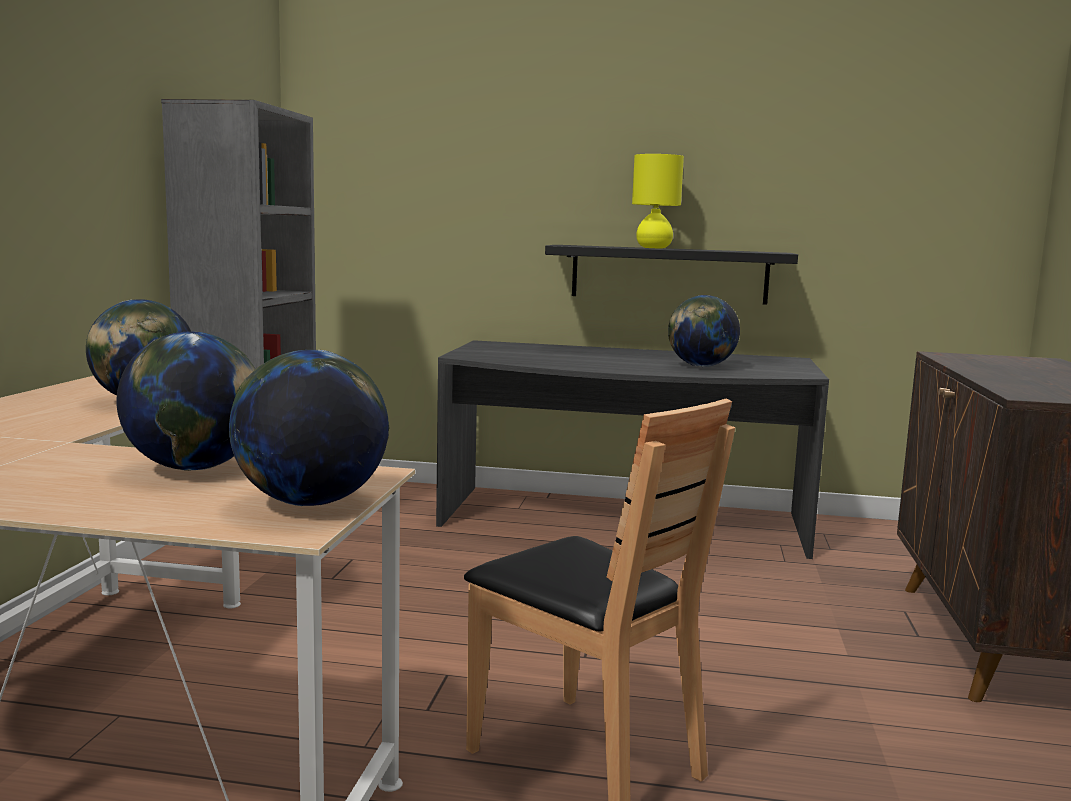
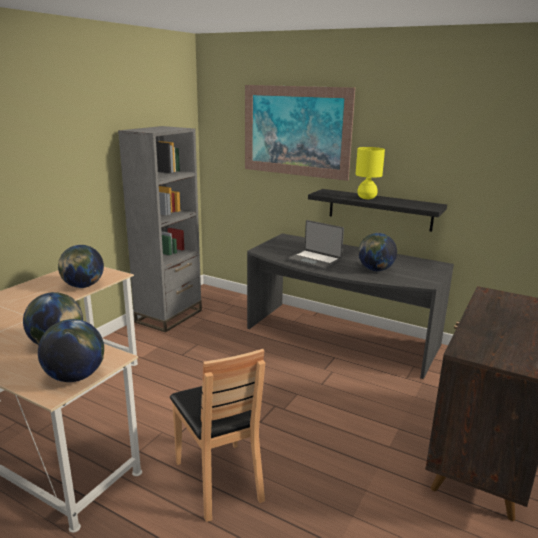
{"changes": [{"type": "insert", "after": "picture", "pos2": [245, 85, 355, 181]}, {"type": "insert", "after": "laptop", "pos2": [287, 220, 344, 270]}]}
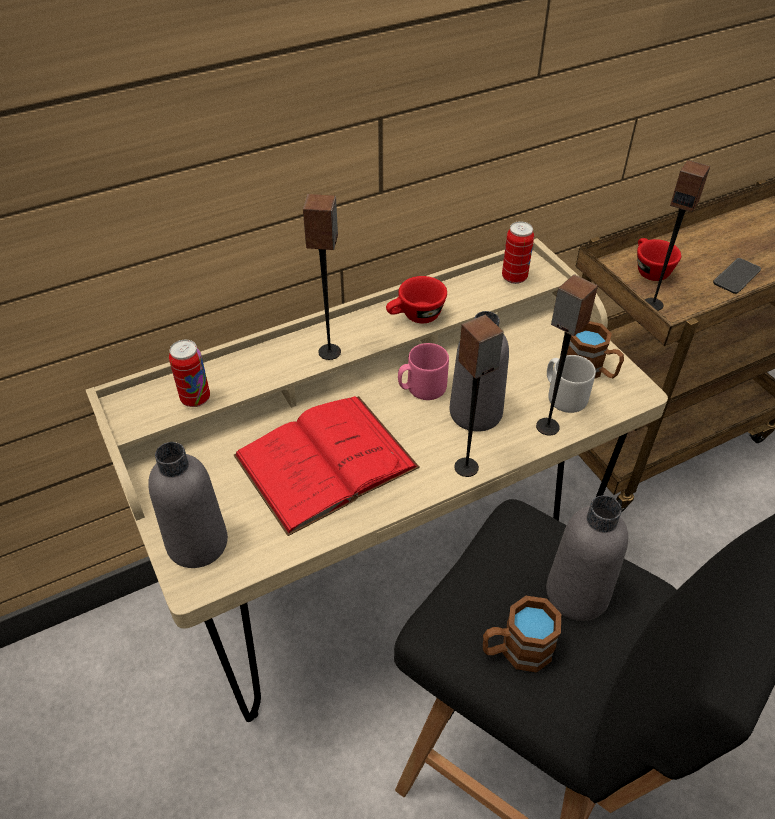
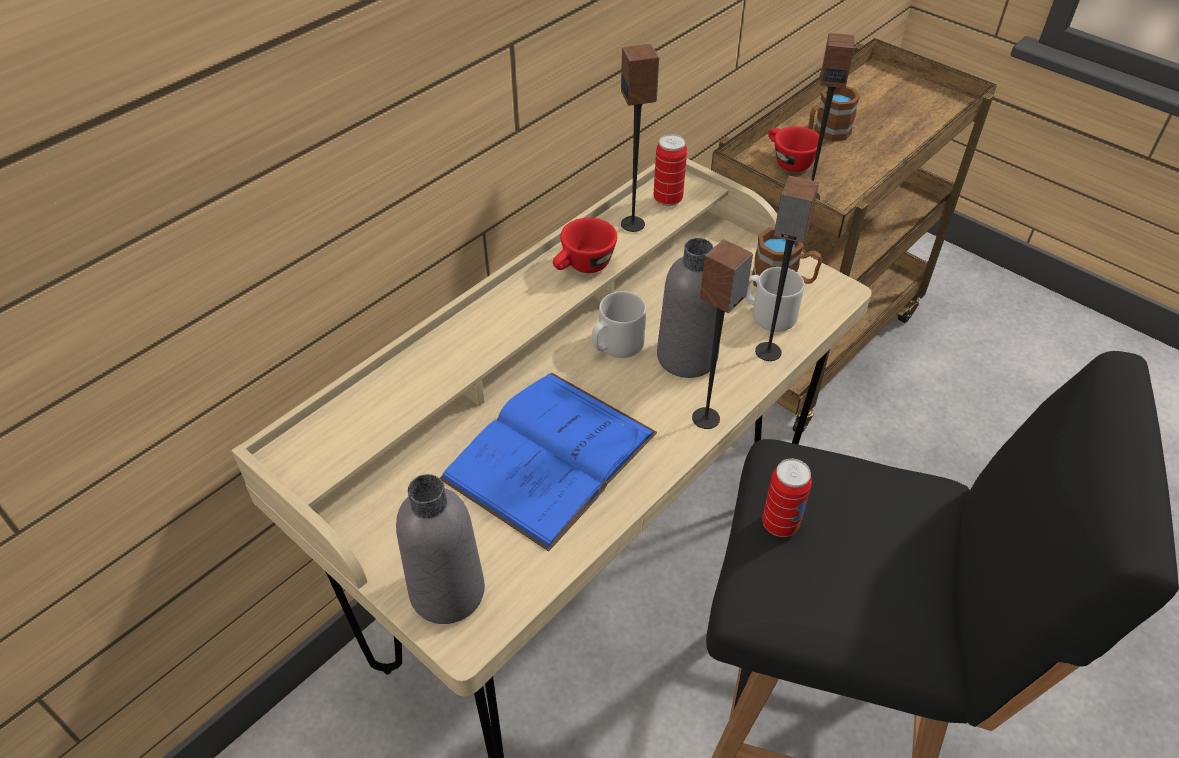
{"changes": [{"type": "move", "before": "sealed can", "pos1": [169, 340, 210, 407], "pos2": [762, 459, 812, 537]}, {"type": "recolor", "before": "red volume", "after": "bluish volume", "pos1": [234, 396, 420, 536], "pos2": [440, 373, 657, 552]}, {"type": "move", "before": "loudspeaker", "pos1": [303, 194, 341, 360], "pos2": [621, 44, 659, 232]}, {"type": "recolor", "before": "pink coffee mug", "after": "grey coffee mug", "pos1": [398, 343, 449, 400], "pos2": [592, 291, 646, 358]}, {"type": "move", "before": "brown-coloured coffee mug", "pos1": [483, 596, 561, 672], "pos2": [808, 86, 860, 142]}, {"type": "delete", "before": "grey drink bottle", "pos1": [546, 495, 628, 621]}, {"type": "delete", "before": "phone", "pos1": [713, 258, 761, 294]}]}
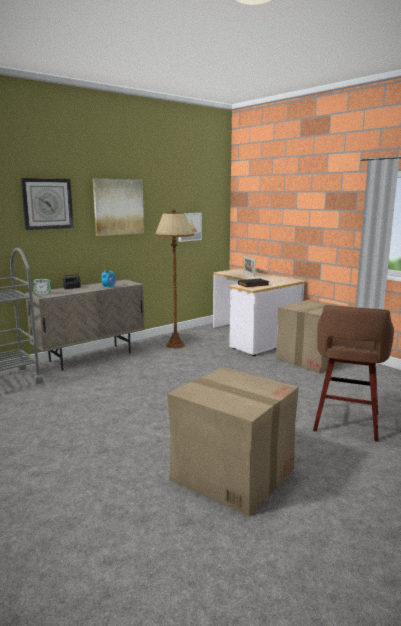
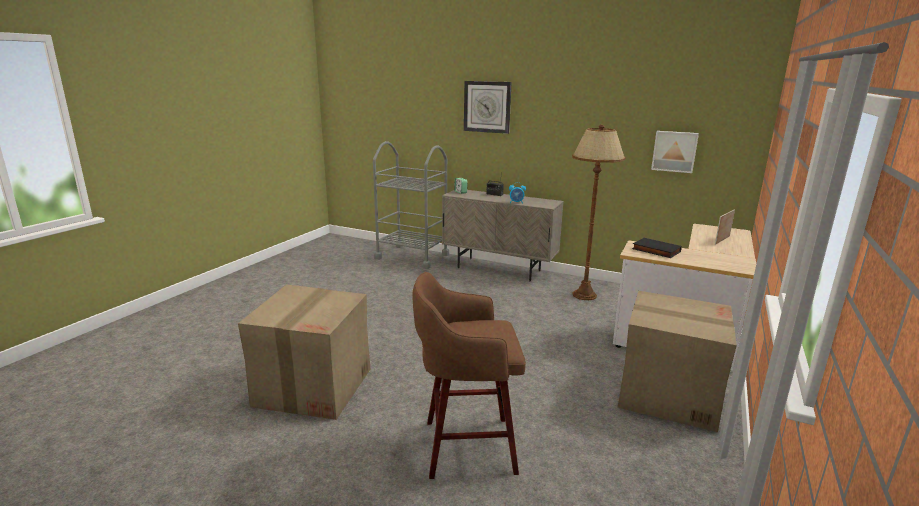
{"changes": [{"type": "delete", "before": "picture", "pos1": [93, 179, 144, 236]}]}
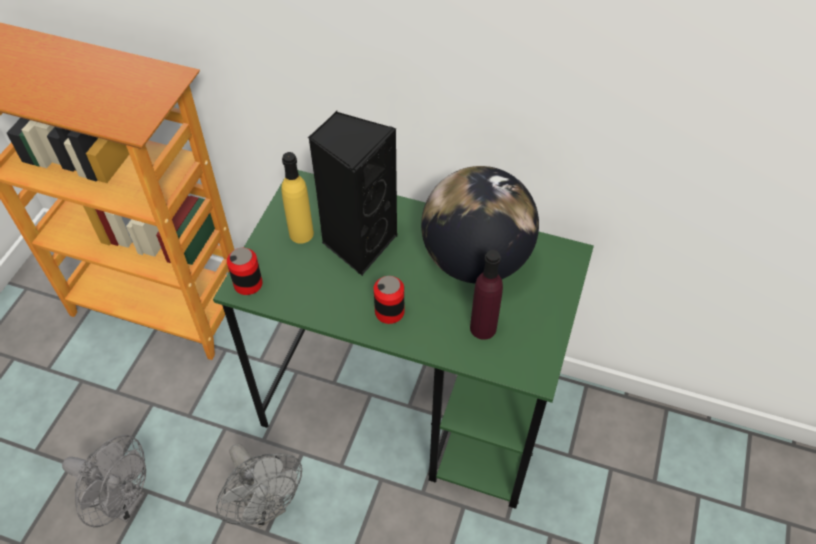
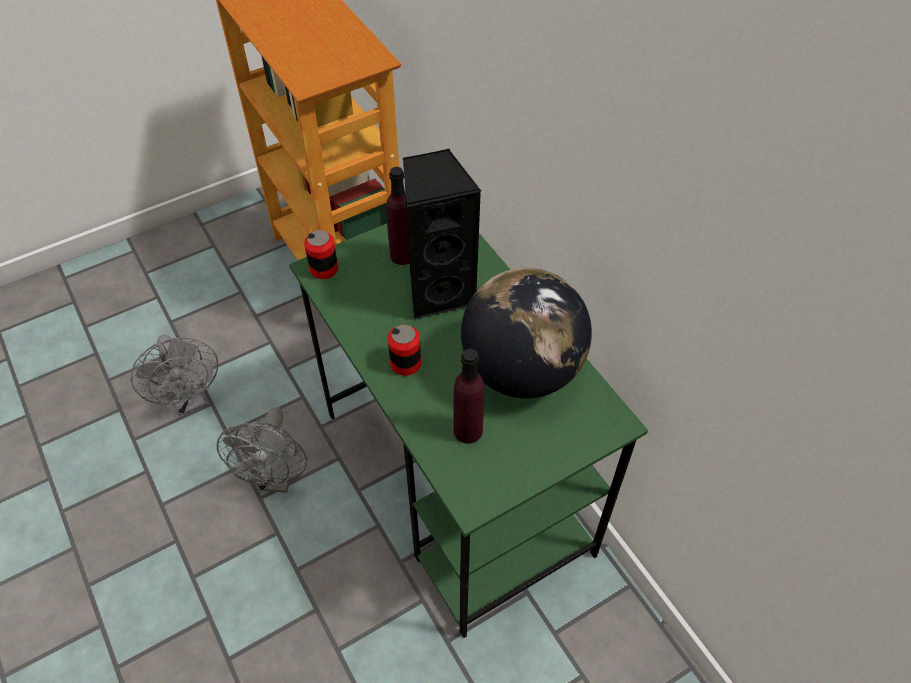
{"changes": [{"type": "recolor", "before": "yellow-coloured drink bottle", "after": "purplish drink bottle", "pos1": [281, 152, 314, 244], "pos2": [386, 167, 410, 265]}]}
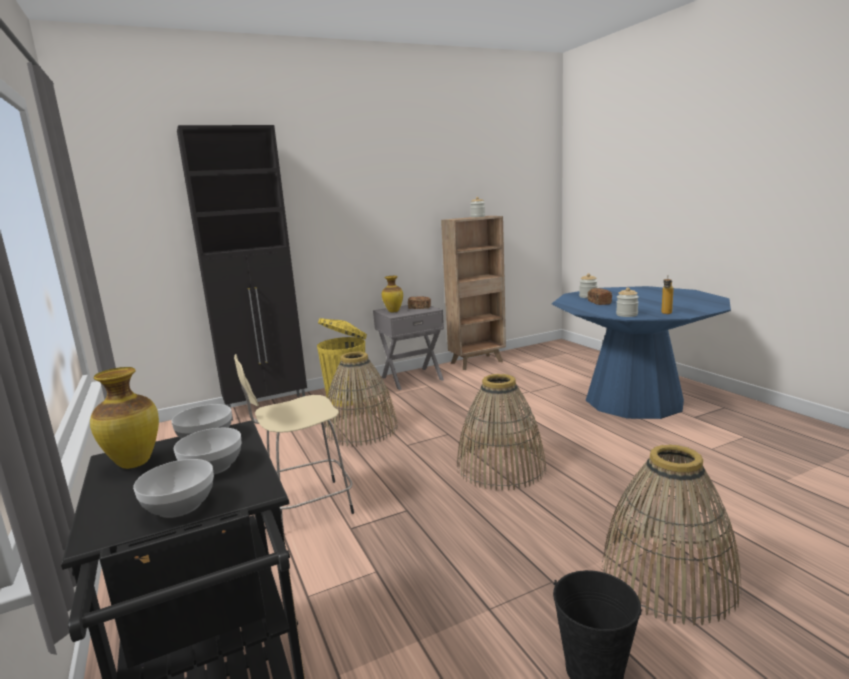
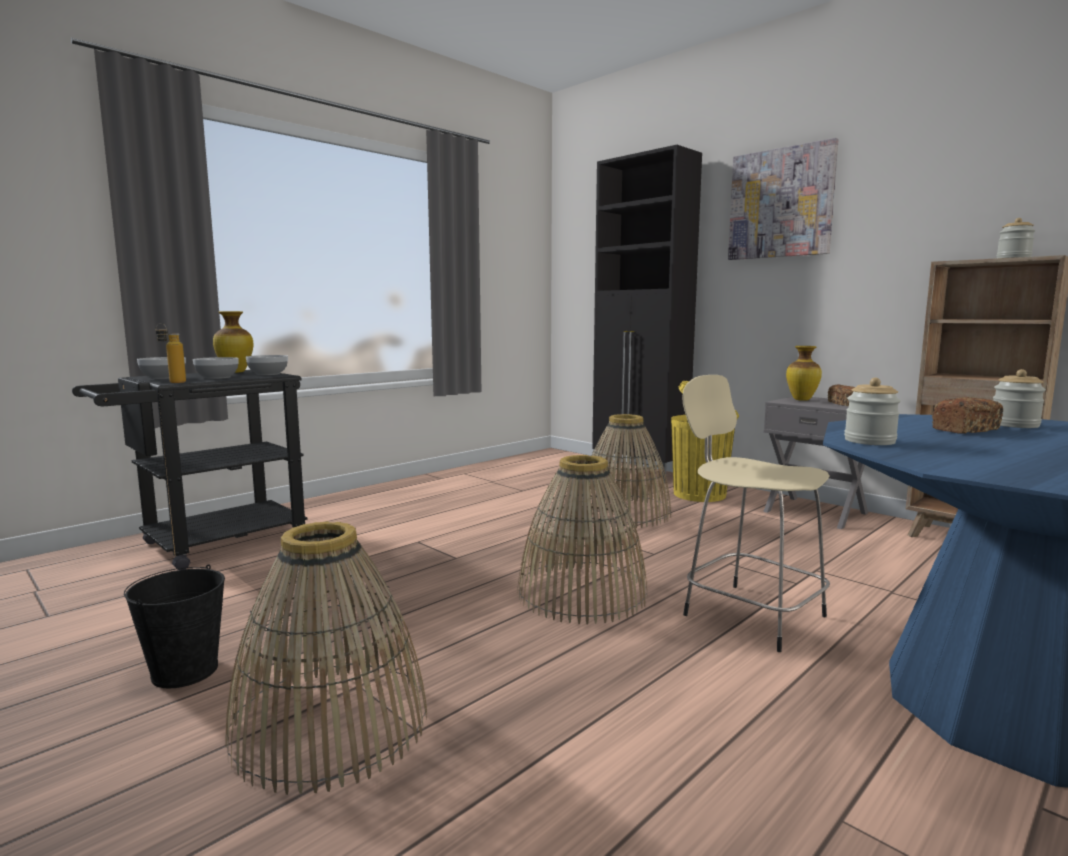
{"changes": [{"type": "move", "before": "beige-coloured sitting stool", "pos1": [234, 354, 354, 533], "pos2": [682, 375, 830, 652]}, {"type": "move", "before": "drink bottle", "pos1": [661, 275, 674, 314], "pos2": [155, 323, 186, 383]}, {"type": "insert", "after": "picture", "pos2": [728, 138, 839, 260]}]}
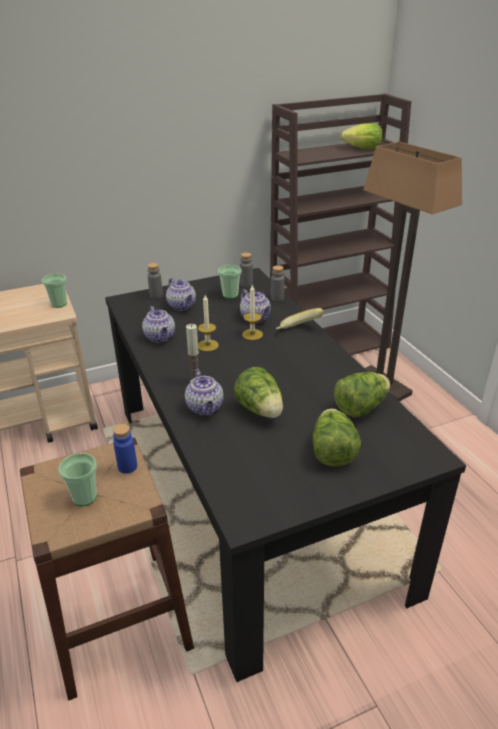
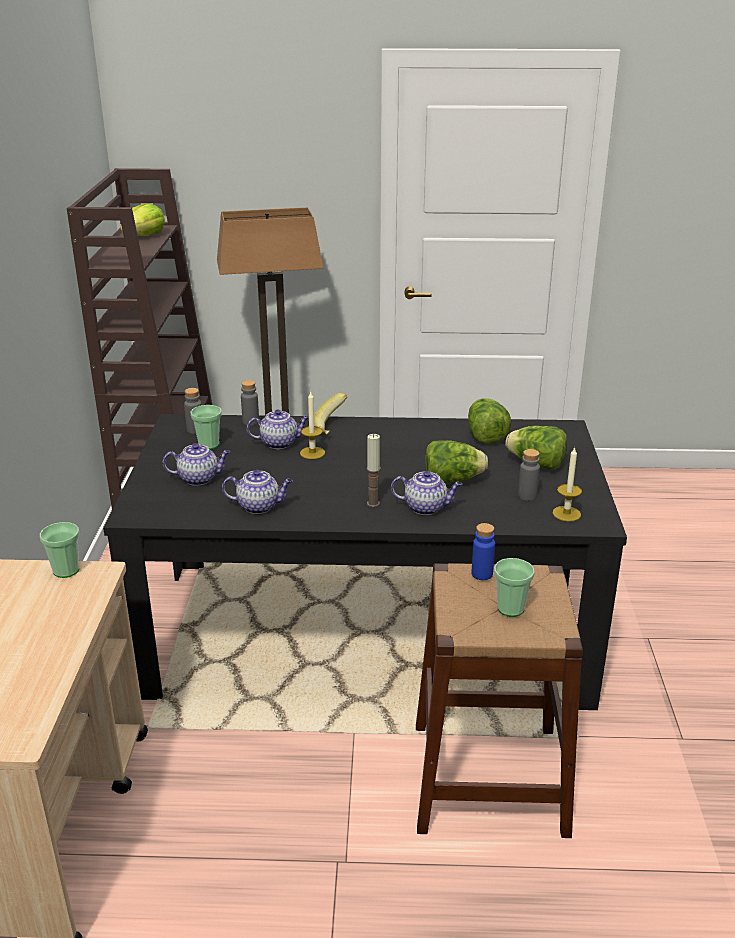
{"changes": [{"type": "move", "before": "grey drink bottle", "pos1": [148, 263, 163, 299], "pos2": [518, 449, 540, 501]}, {"type": "move", "before": "wax light", "pos1": [198, 295, 219, 351], "pos2": [553, 447, 582, 521]}]}
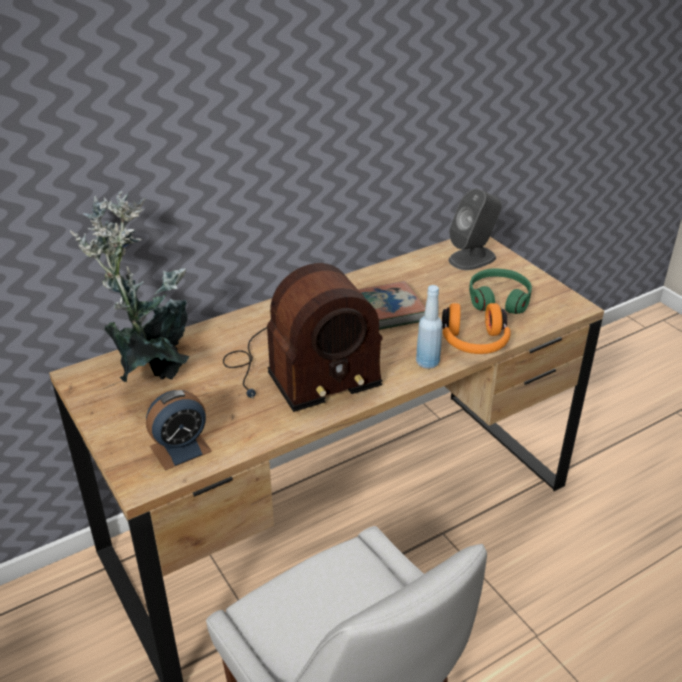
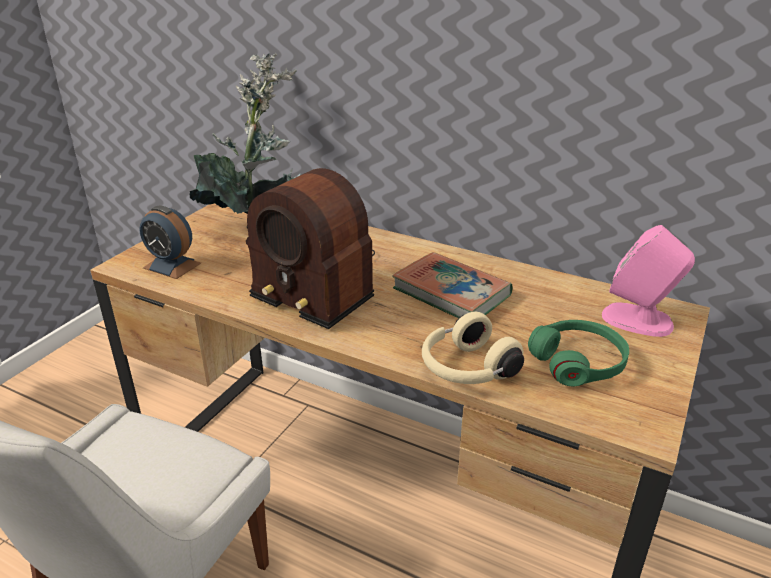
{"changes": [{"type": "delete", "before": "bluish drink bottle", "pos1": [416, 285, 443, 369]}, {"type": "recolor", "before": "orange-coloured headphones", "after": "beige-coloured headphones", "pos1": [442, 303, 511, 354], "pos2": [422, 312, 524, 384]}, {"type": "recolor", "before": "grey loudspeaker", "after": "pink loudspeaker", "pos1": [448, 189, 502, 270], "pos2": [602, 225, 695, 337]}]}
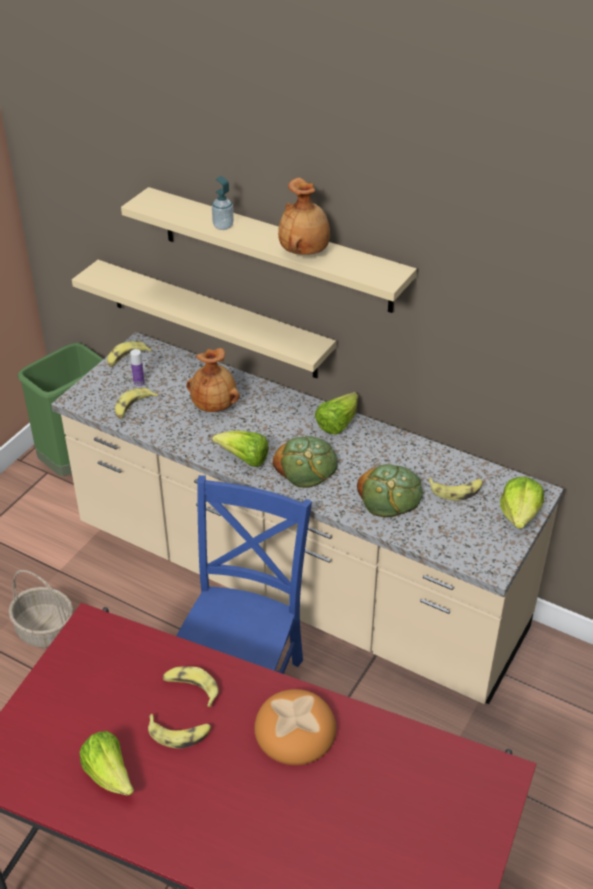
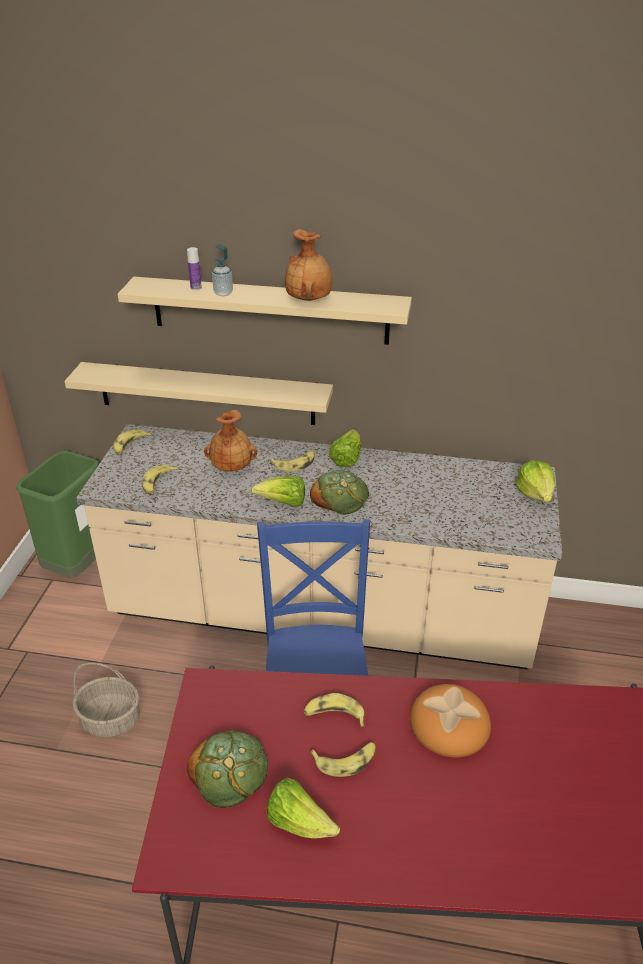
{"changes": [{"type": "move", "before": "drink bottle", "pos1": [130, 349, 145, 387], "pos2": [187, 247, 202, 290]}, {"type": "move", "before": "baked bread", "pos1": [357, 464, 423, 517], "pos2": [187, 730, 268, 808]}, {"type": "move", "before": "banana fruit", "pos1": [428, 478, 483, 501], "pos2": [270, 451, 315, 472]}]}
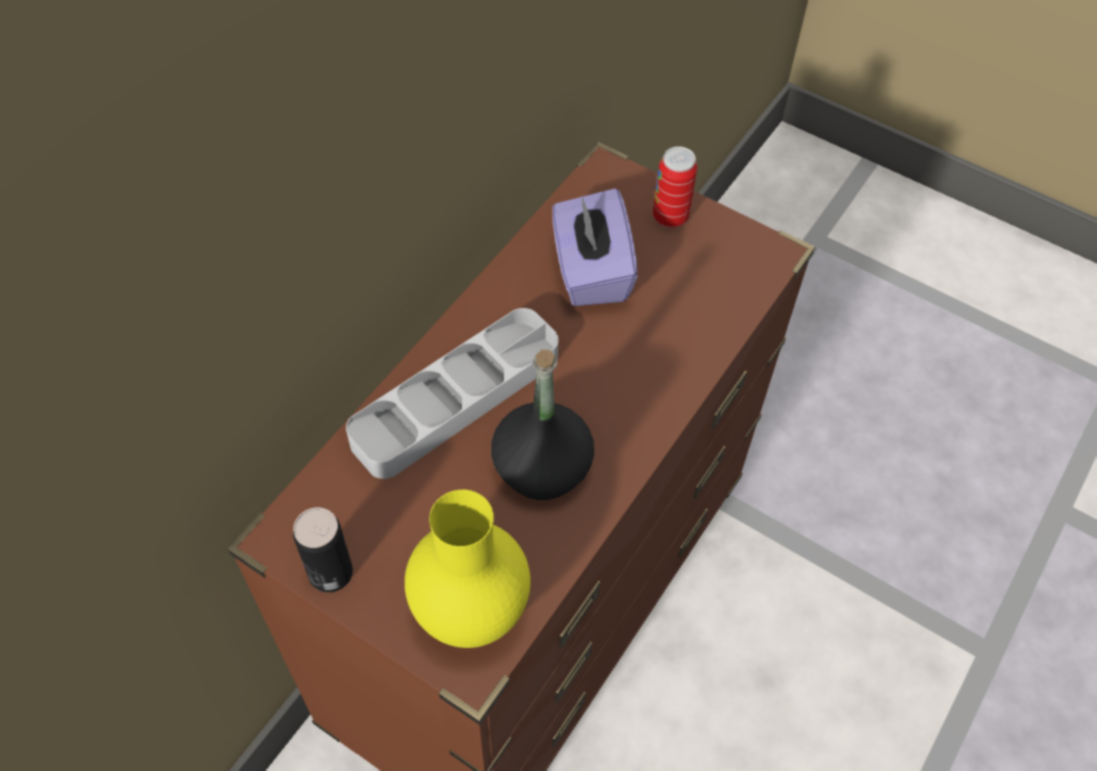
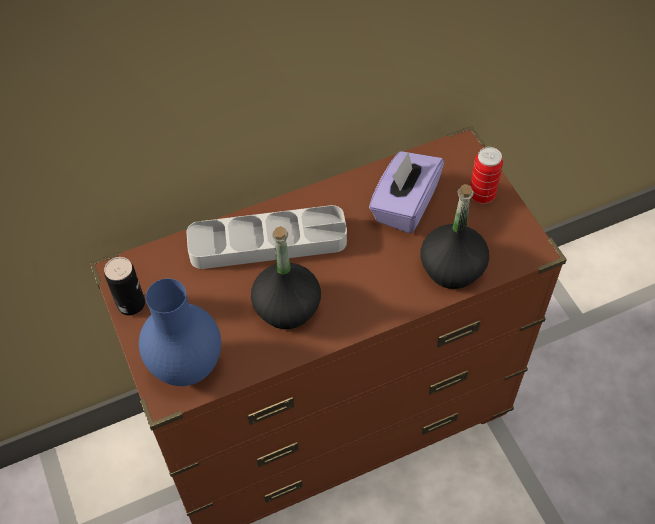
{"changes": [{"type": "recolor", "before": "yellow-coloured vase", "after": "bluish vase", "pos1": [405, 490, 531, 648], "pos2": [139, 278, 221, 386]}, {"type": "insert", "after": "blackish drink bottle", "pos2": [421, 184, 489, 289]}]}
